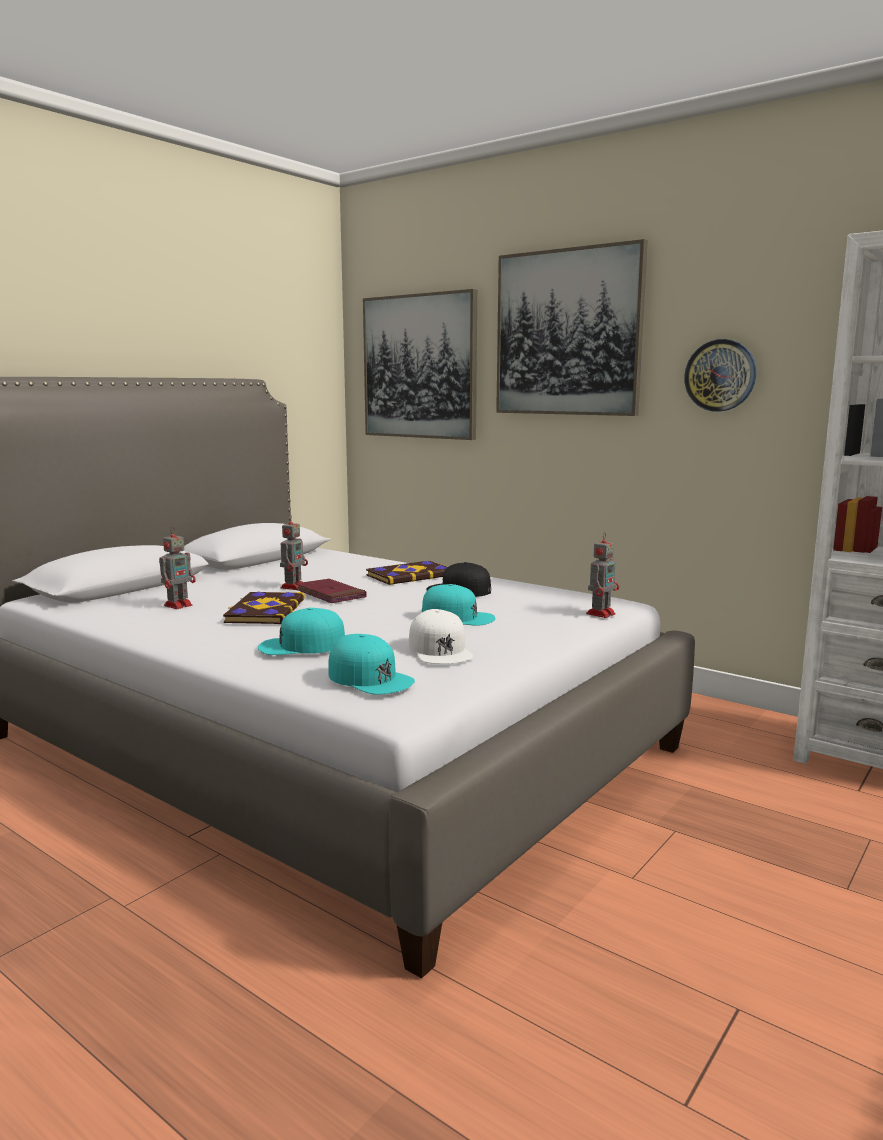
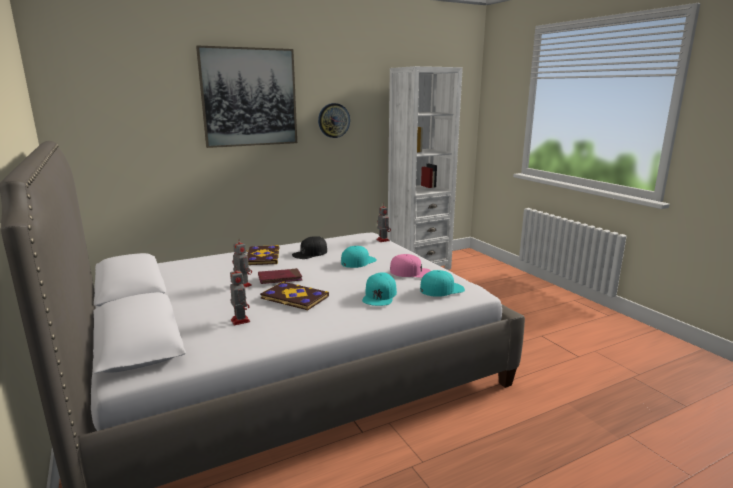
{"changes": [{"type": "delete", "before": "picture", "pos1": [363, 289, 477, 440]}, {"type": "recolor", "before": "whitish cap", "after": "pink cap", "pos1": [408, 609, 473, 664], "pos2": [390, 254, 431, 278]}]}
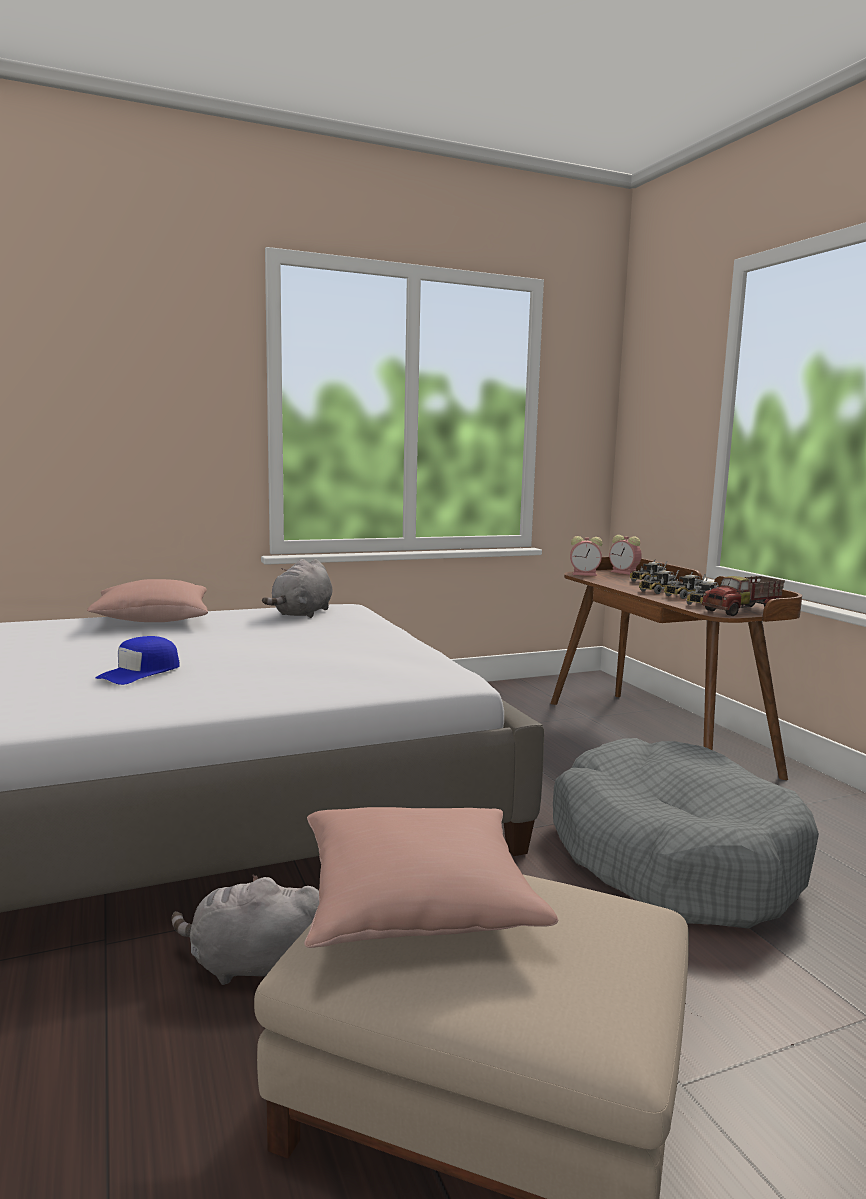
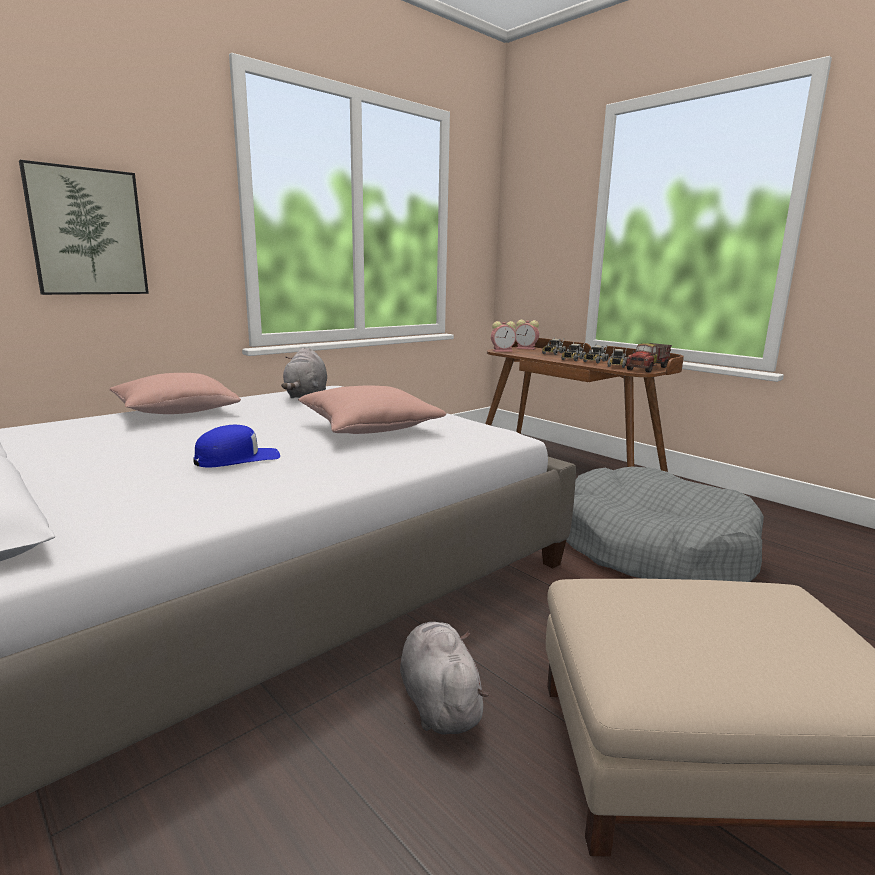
{"changes": [{"type": "rotate", "before": "bluish cap", "pos1": [96, 636, 180, 685], "pos2": [193, 425, 280, 468], "turn": -135}, {"type": "rotate", "before": "grey plush toy", "pos1": [171, 875, 319, 985], "pos2": [400, 622, 490, 735], "turn": 90}, {"type": "move", "before": "pink cushion", "pos1": [304, 807, 558, 948], "pos2": [298, 385, 446, 434]}, {"type": "insert", "after": "picture", "pos2": [19, 160, 149, 295]}]}
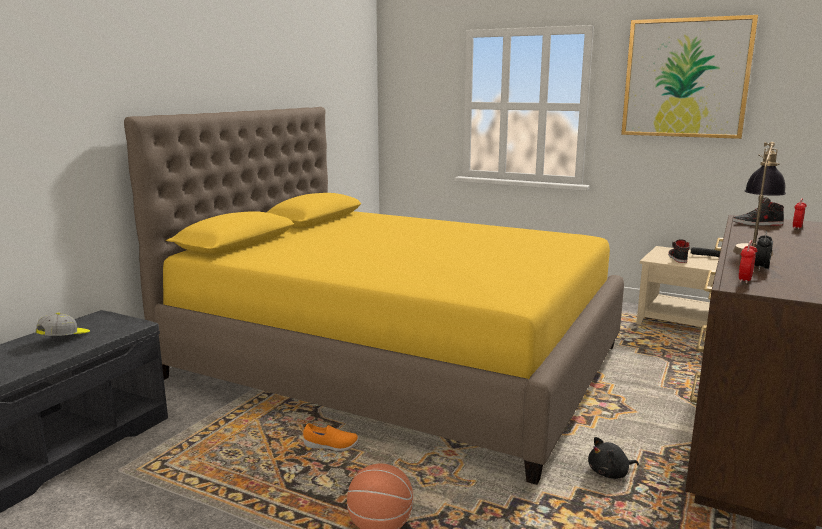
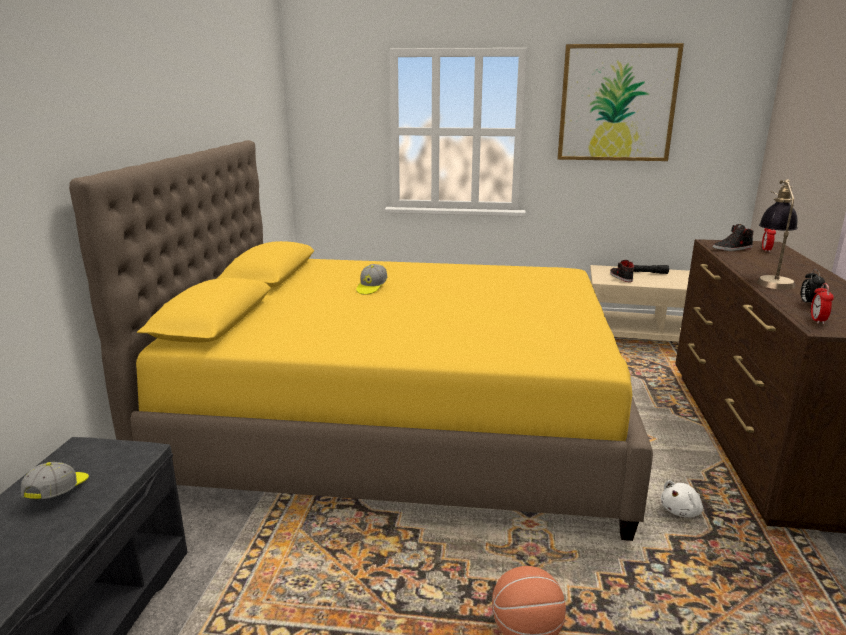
{"changes": [{"type": "delete", "before": "orange-coloured shoe", "pos1": [303, 423, 359, 451]}, {"type": "recolor", "before": "blackish plush toy", "after": "whitish plush toy", "pos1": [588, 437, 639, 479], "pos2": [661, 480, 703, 517]}, {"type": "insert", "after": "cap", "pos2": [356, 264, 387, 295]}]}
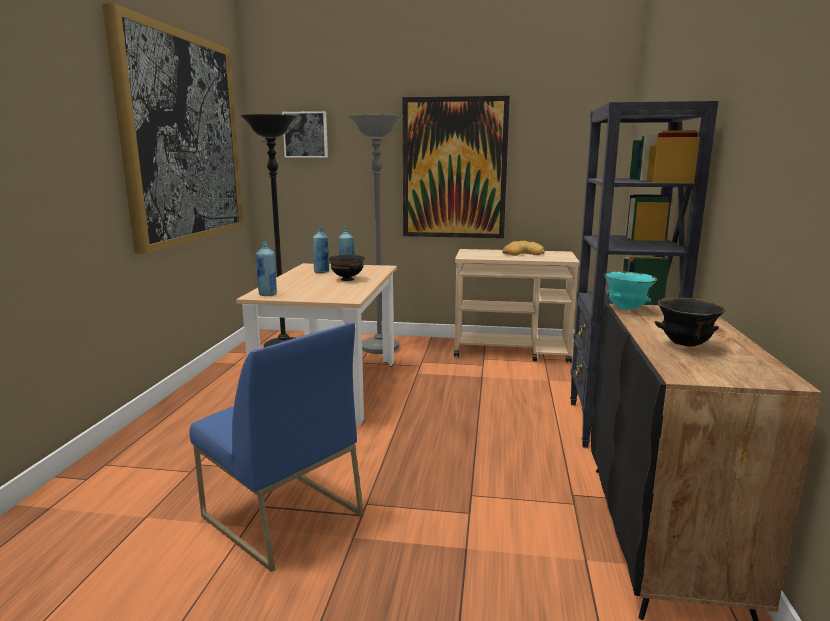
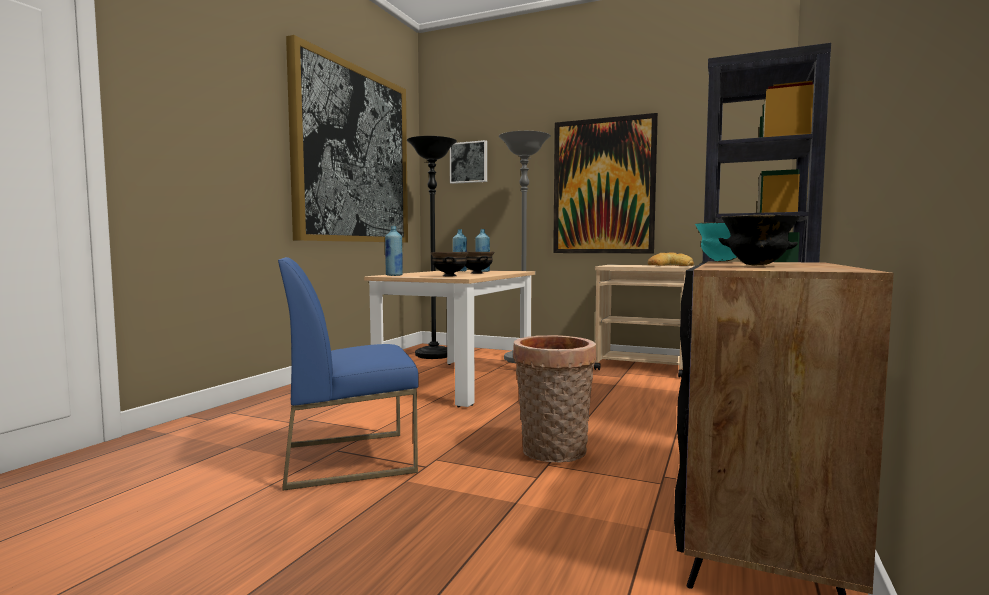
{"changes": [{"type": "rotate", "before": "bluish chair", "pos1": [189, 323, 364, 572], "pos2": [278, 257, 419, 491], "turn": 105}, {"type": "insert", "after": "blackish deep dish", "pos2": [430, 252, 469, 276]}, {"type": "insert", "after": "basket", "pos2": [513, 335, 596, 463]}]}
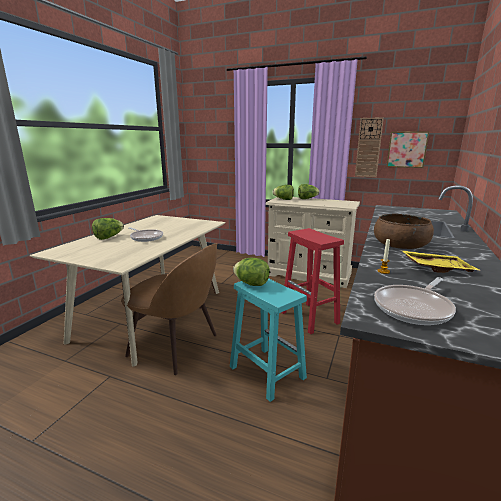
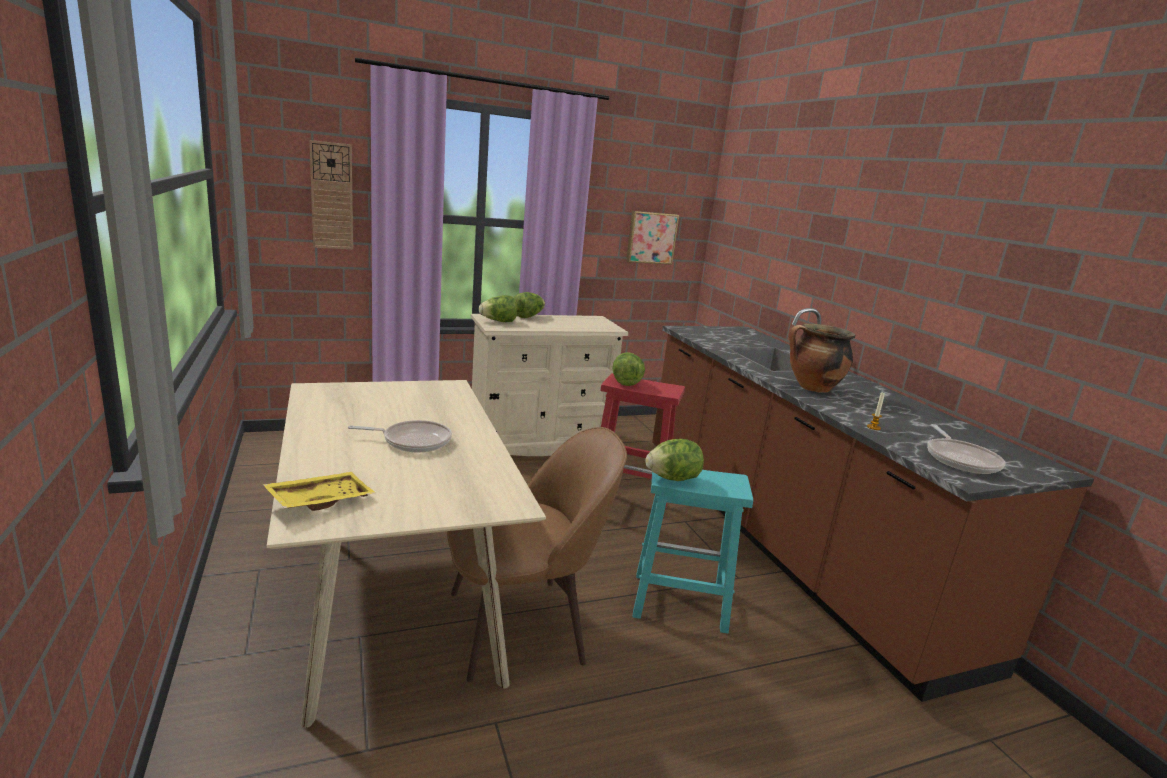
{"changes": [{"type": "move", "before": "lettuce", "pos1": [92, 218, 124, 240], "pos2": [612, 352, 645, 386]}, {"type": "move", "before": "clock on the wall", "pos1": [355, 117, 384, 177], "pos2": [309, 140, 353, 250]}, {"type": "replace", "before": "brown-coloured deep dish", "after": "saucepot", "pos1": [374, 214, 434, 249], "pos2": [789, 324, 855, 393]}, {"type": "move", "before": "yellow-coloured carrying tray", "pos1": [401, 250, 481, 273], "pos2": [262, 472, 375, 511]}]}
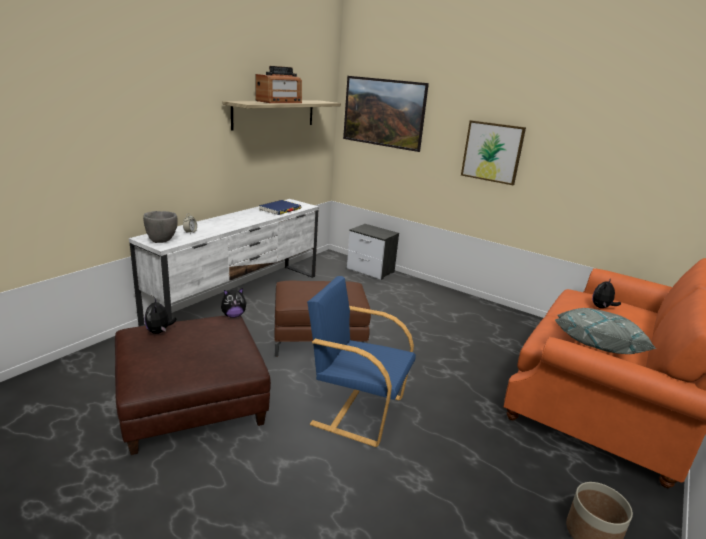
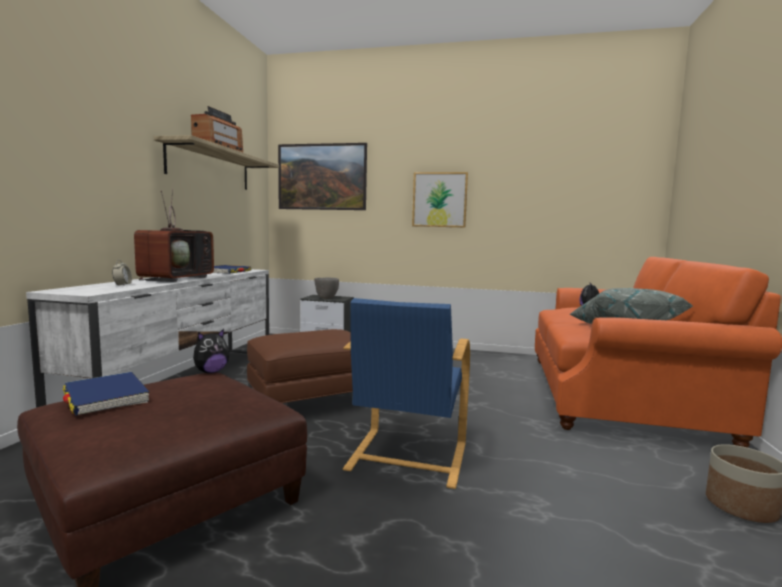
{"changes": [{"type": "move", "before": "grey deep dish", "pos1": [143, 211, 178, 243], "pos2": [314, 278, 339, 299]}, {"type": "replace", "before": "plush toy", "after": "bluish volume", "pos1": [144, 297, 177, 334], "pos2": [62, 372, 150, 416]}, {"type": "rotate", "before": "bluish armchair", "pos1": [307, 276, 416, 447], "pos2": [343, 298, 470, 489], "turn": -75}, {"type": "insert", "after": "TV", "pos2": [134, 189, 214, 282]}]}
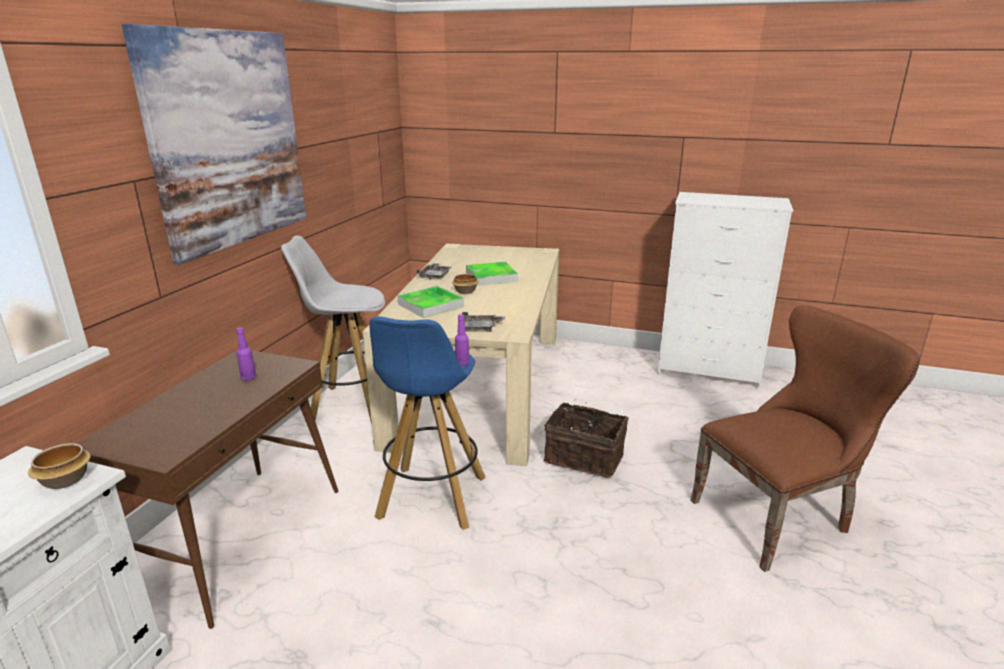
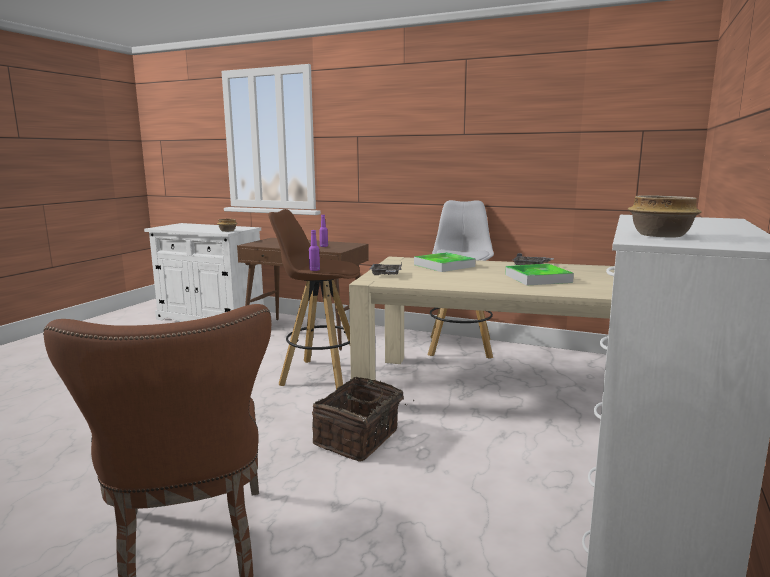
{"changes": [{"type": "delete", "before": "picture", "pos1": [122, 24, 306, 265]}, {"type": "recolor", "before": "bluish sitting stool", "after": "brown-coloured sitting stool", "pos1": [370, 316, 485, 530], "pos2": [268, 209, 360, 390]}, {"type": "move", "before": "deep dish", "pos1": [452, 274, 479, 294], "pos2": [628, 195, 702, 238]}]}
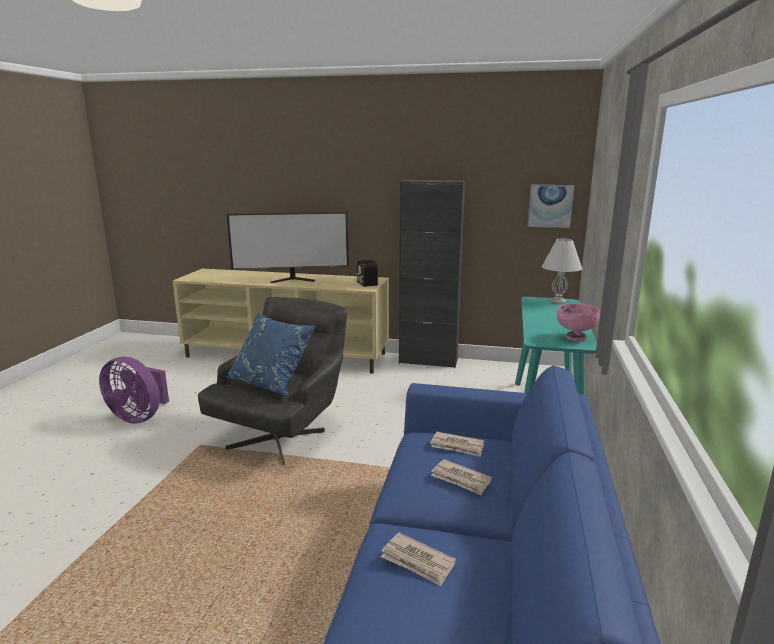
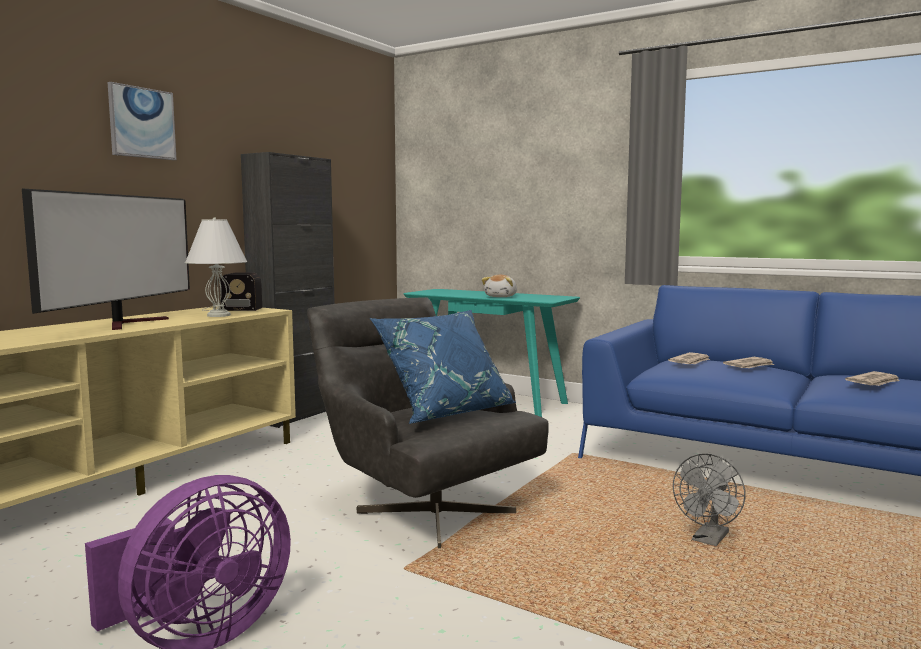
{"changes": [{"type": "move", "before": "picture", "pos1": [527, 185, 575, 228], "pos2": [107, 82, 177, 160]}, {"type": "move", "before": "whitish lamp for a table", "pos1": [542, 238, 582, 304], "pos2": [185, 217, 247, 317]}, {"type": "delete", "before": "pink deep dish", "pos1": [557, 303, 600, 341]}, {"type": "insert", "after": "plush toy", "pos2": [481, 275, 517, 297]}, {"type": "insert", "after": "grey cooling fan", "pos2": [673, 454, 745, 546]}]}
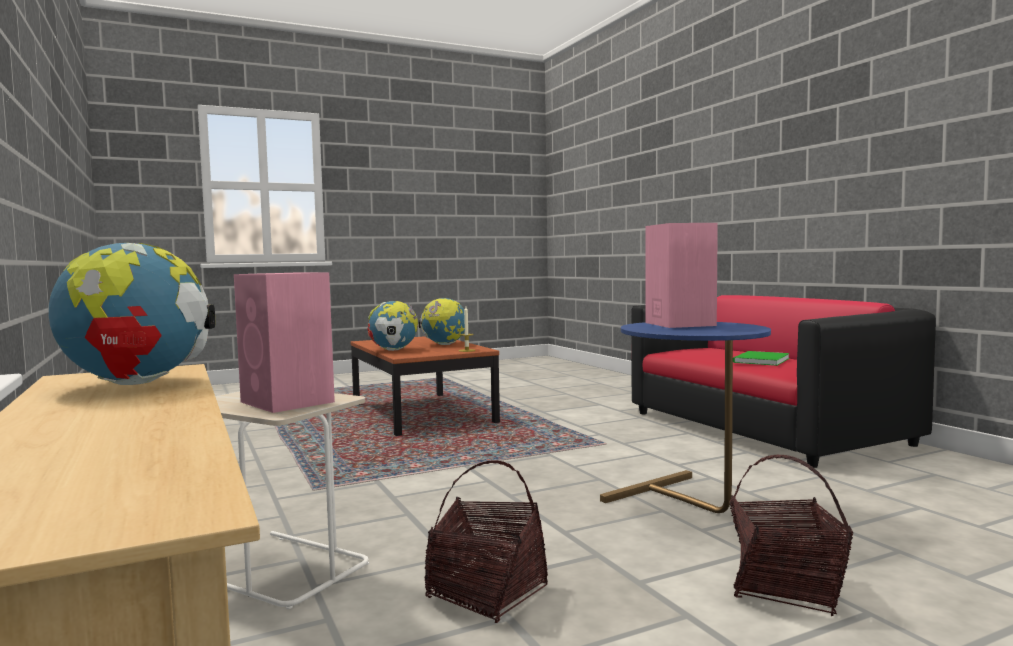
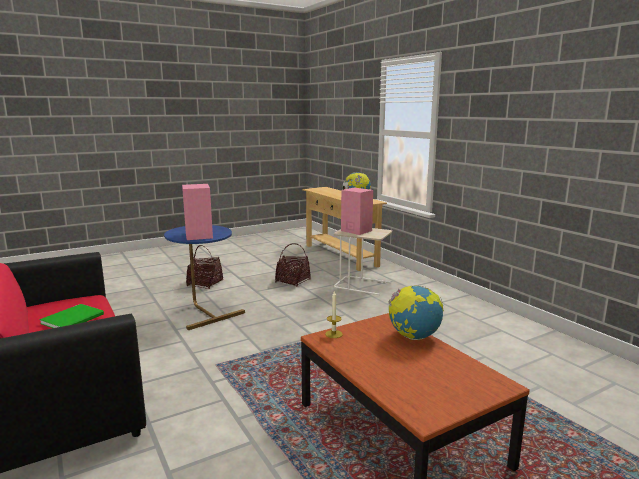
{"changes": [{"type": "delete", "before": "desk globe", "pos1": [419, 298, 465, 345]}]}
